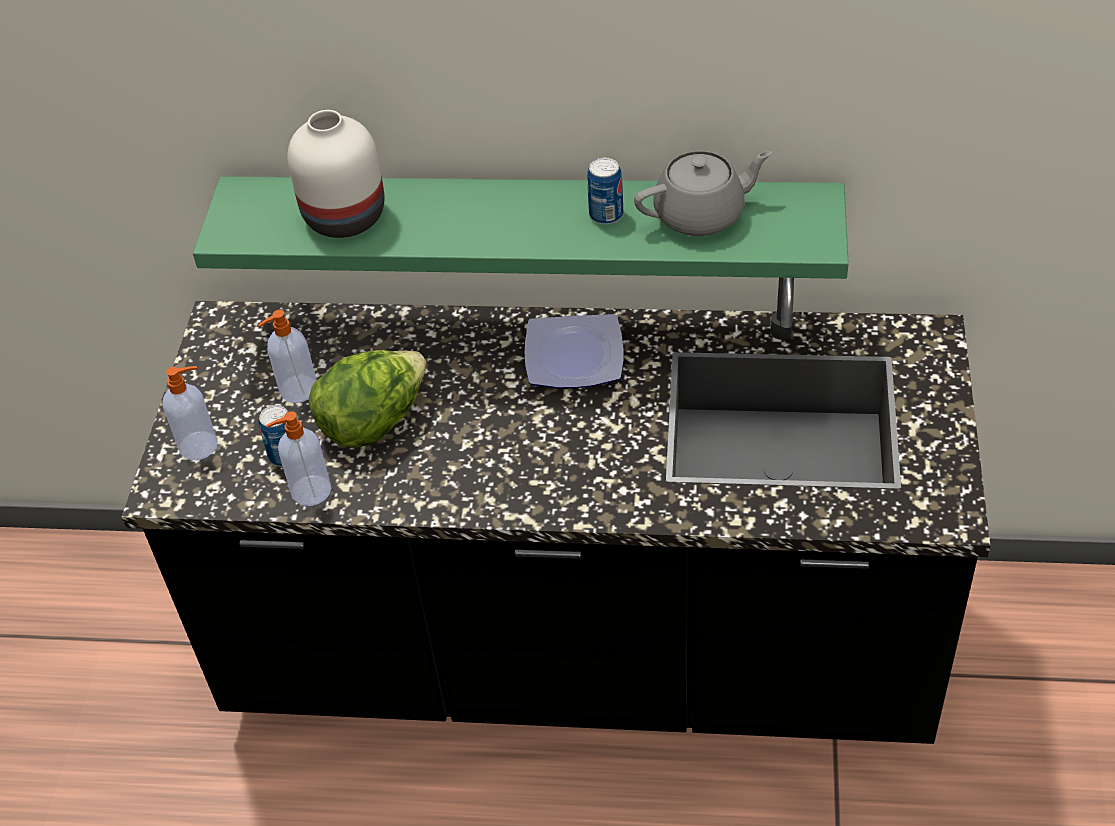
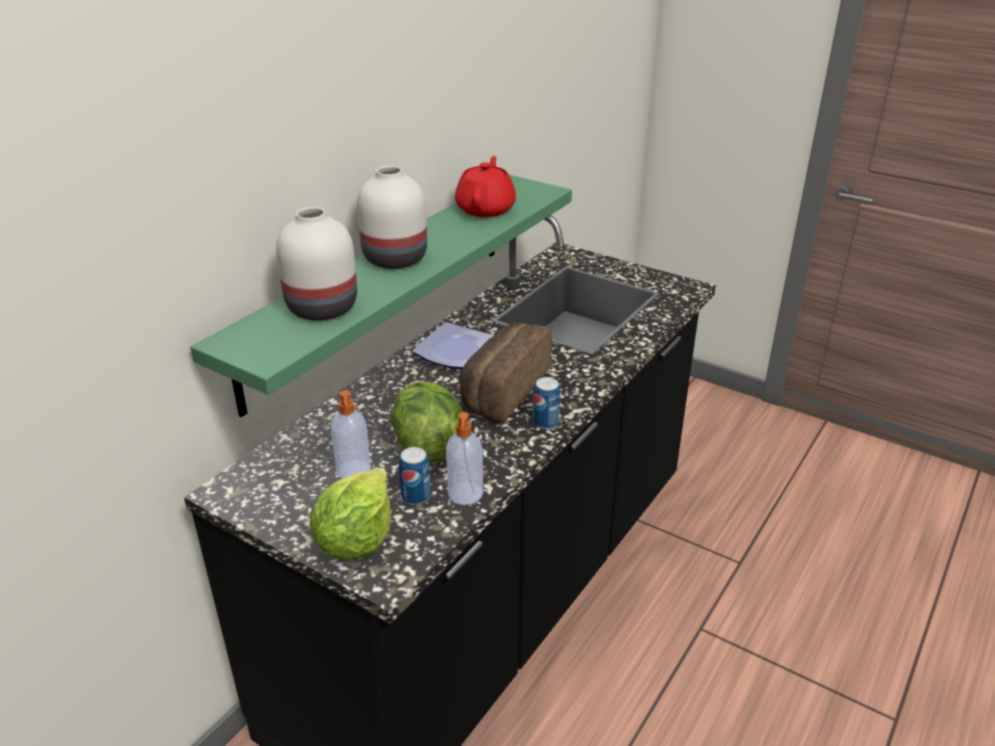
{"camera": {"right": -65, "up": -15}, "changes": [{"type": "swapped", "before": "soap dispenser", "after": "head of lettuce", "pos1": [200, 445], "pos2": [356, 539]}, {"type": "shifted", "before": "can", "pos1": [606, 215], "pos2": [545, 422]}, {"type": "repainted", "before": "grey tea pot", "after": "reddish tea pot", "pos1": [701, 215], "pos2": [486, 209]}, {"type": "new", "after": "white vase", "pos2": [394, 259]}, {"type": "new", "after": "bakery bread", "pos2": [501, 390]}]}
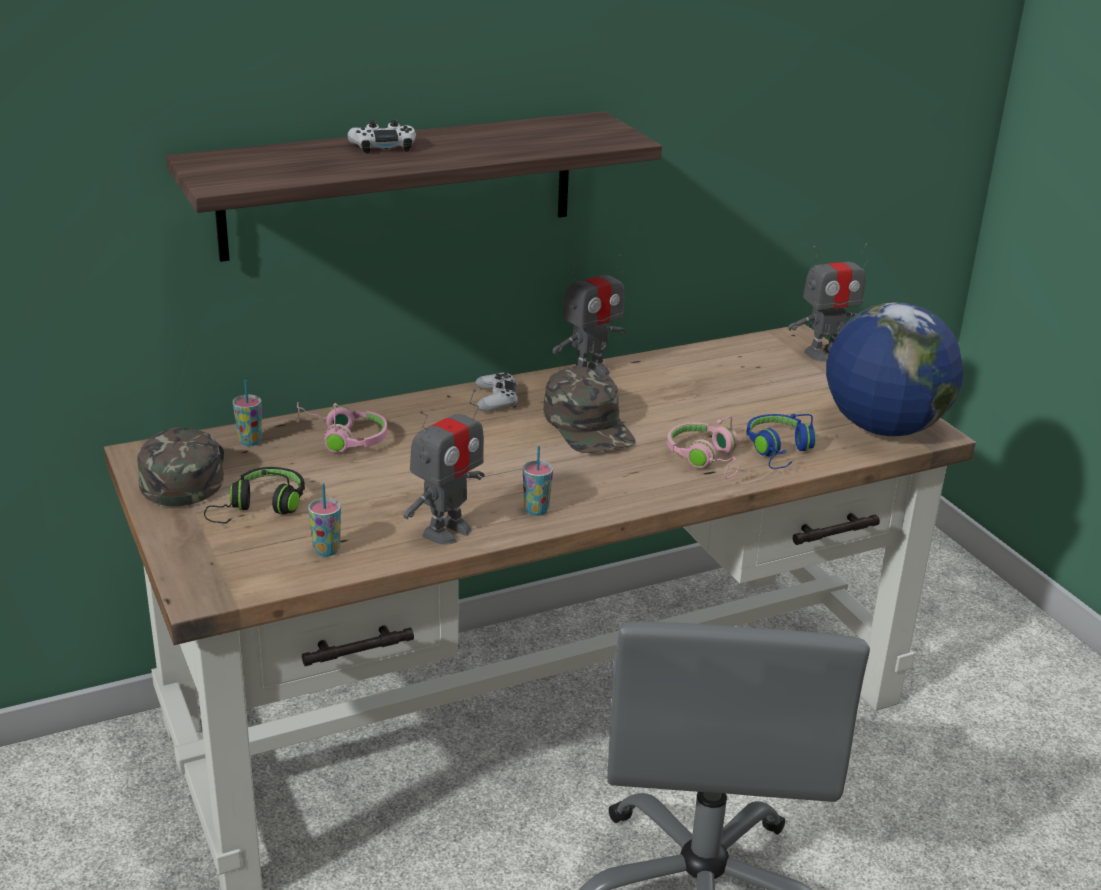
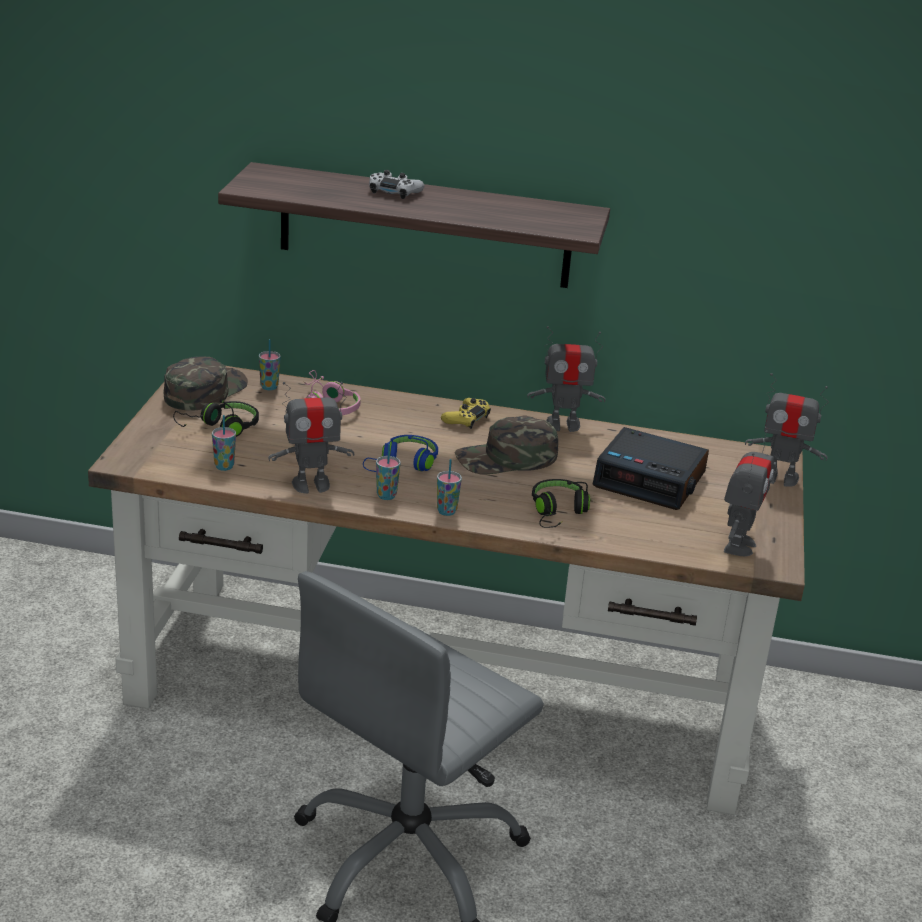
{"camera": {"right": 35, "up": 0}, "changes": [{"type": "repainted", "before": "white joypad", "after": "yellow joypad", "pos1": [496, 400], "pos2": [466, 419]}, {"type": "rotated", "before": "greenish baseball cap", "pos1": [589, 425], "pos2": [506, 458], "turn": 60}, {"type": "repainted", "before": "pink-coloured pair of headphones", "after": "black-coloured pair of headphones", "pos1": [707, 459], "pos2": [558, 512]}, {"type": "shifted", "before": "blue-coloured pair of headphones", "pos1": [779, 451], "pos2": [403, 465]}, {"type": "swapped", "before": "world globe", "after": "robot figure", "pos1": [883, 428], "pos2": [738, 545]}, {"type": "new", "after": "drinking cup", "pos2": [446, 511]}, {"type": "new", "after": "bedside clock", "pos2": [651, 480]}]}
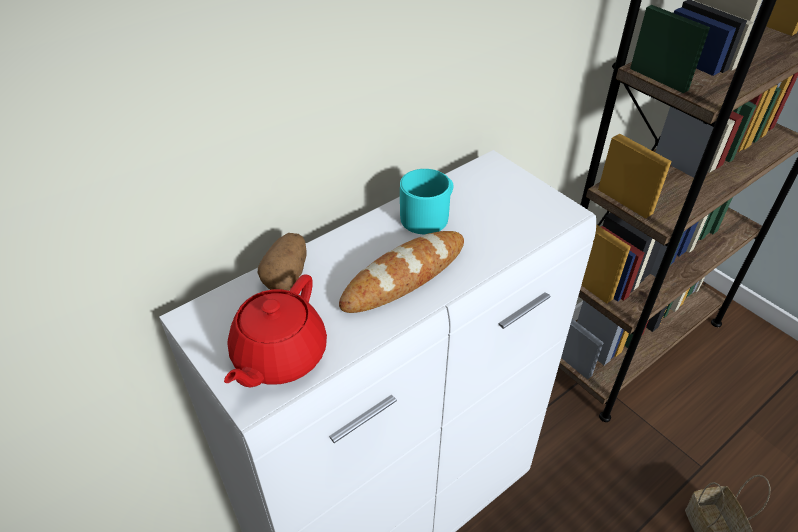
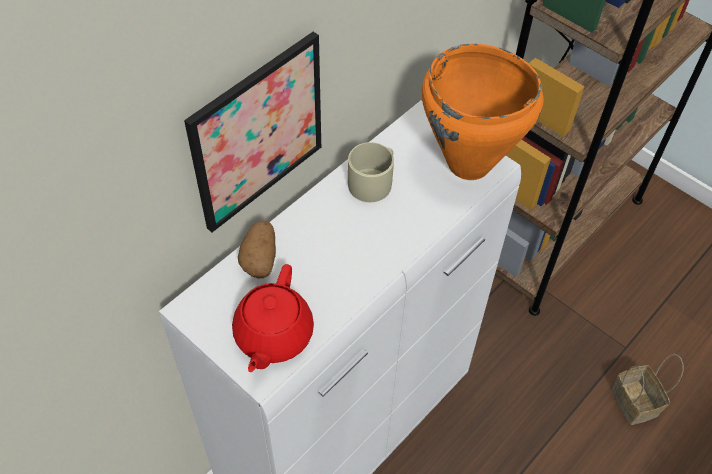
{"camera": {"right": -10, "up": 10}, "changes": [{"type": "gone", "before": "bakery bread", "pos1": [404, 276]}, {"type": "repainted", "before": "turquoise-coloured mug", "after": "beige mug", "pos1": [429, 215], "pos2": [373, 181]}, {"type": "new", "after": "wall art", "pos2": [258, 133]}, {"type": "new", "after": "orange cooking pot", "pos2": [469, 165]}]}
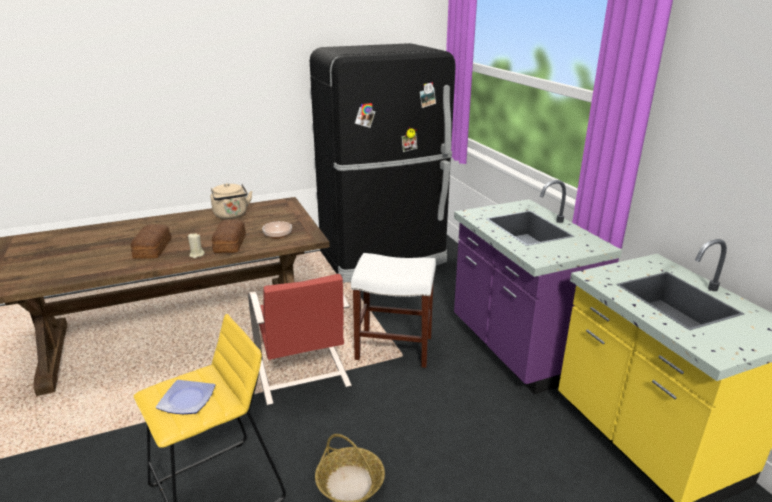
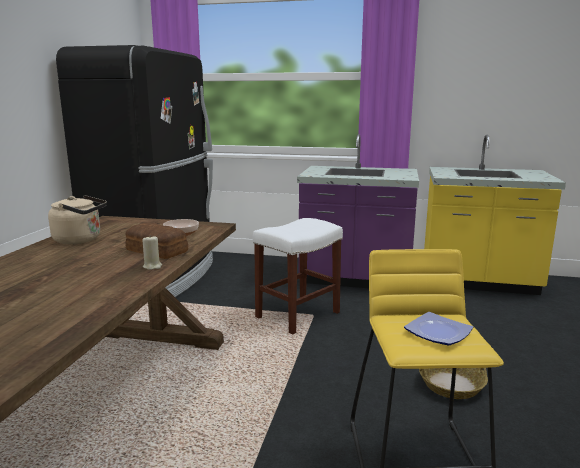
{"camera": {"right": -55, "up": -10}, "changes": [{"type": "gone", "before": "bakery bread", "pos1": [151, 249]}, {"type": "gone", "before": "reddish chair", "pos1": [302, 375]}]}
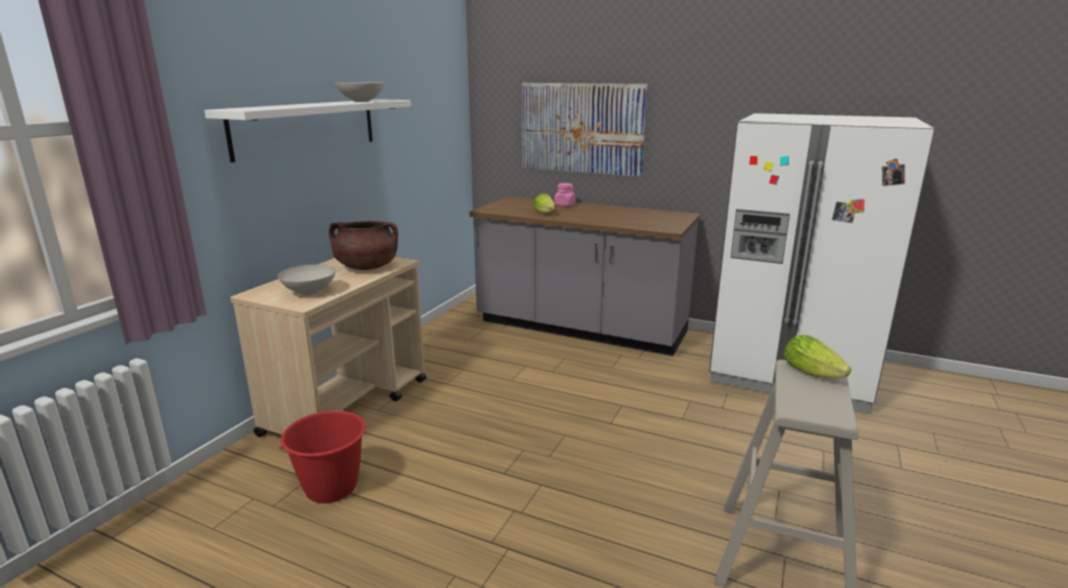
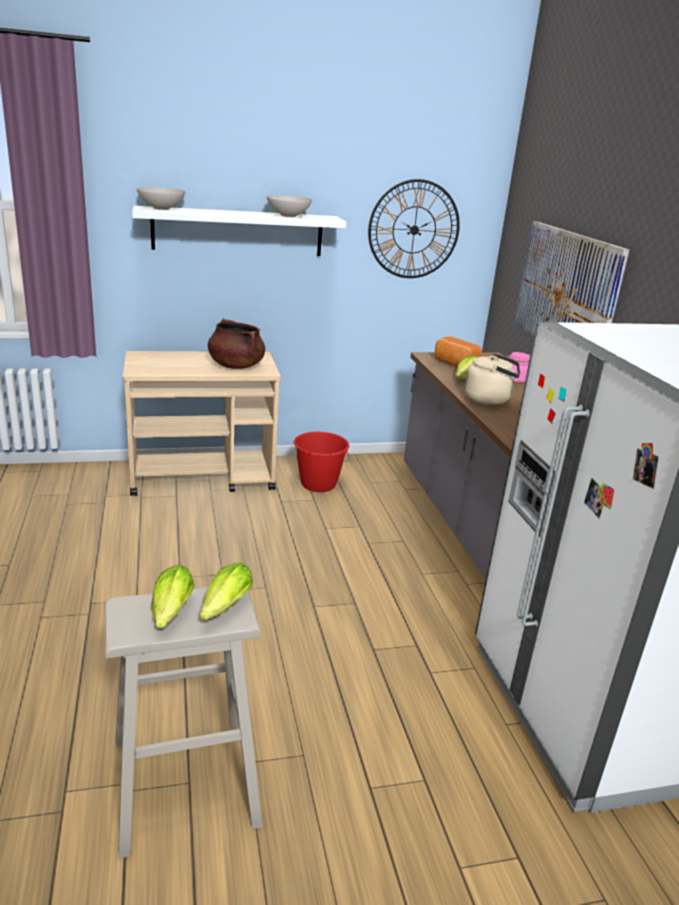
{"camera": {"right": 50, "up": 5}, "changes": [{"type": "shifted", "before": "white bowl", "pos1": [310, 292], "pos2": [161, 209]}, {"type": "shifted", "before": "reddish bucket", "pos1": [331, 488], "pos2": [318, 484]}, {"type": "new", "after": "head of lettuce", "pos2": [170, 614]}, {"type": "new", "after": "clock on the wall", "pos2": [414, 230]}, {"type": "new", "after": "bakery bread", "pos2": [454, 364]}, {"type": "new", "after": "beige kettle", "pos2": [489, 399]}]}
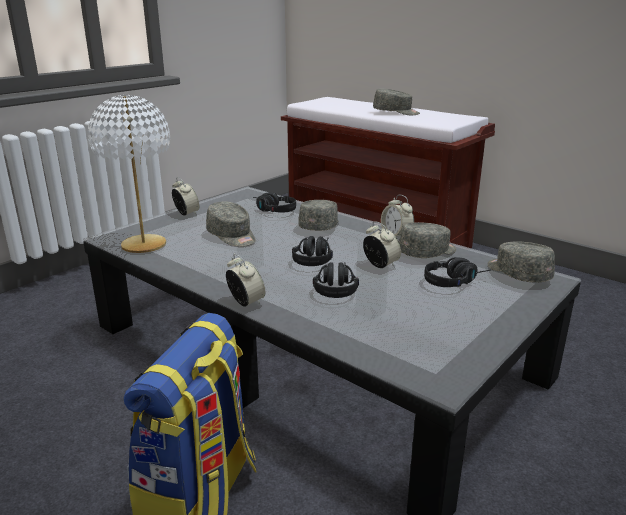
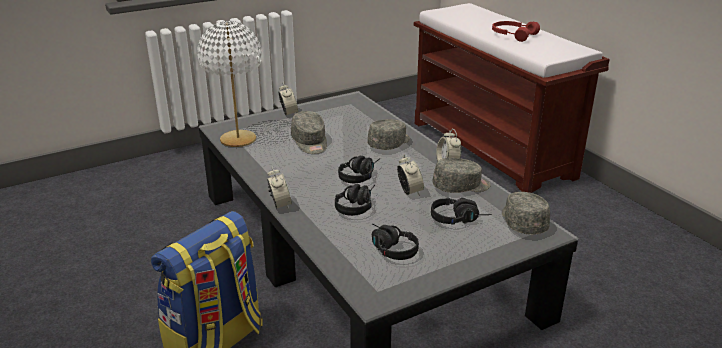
{"camera": {"right": 20, "up": 5}, "changes": [{"type": "shifted", "before": "black-coloured pair of headphones", "pos1": [272, 210], "pos2": [389, 248]}, {"type": "swapped", "before": "grey baseball cap", "after": "reddish pair of headphones", "pos1": [396, 112], "pos2": [513, 35]}]}
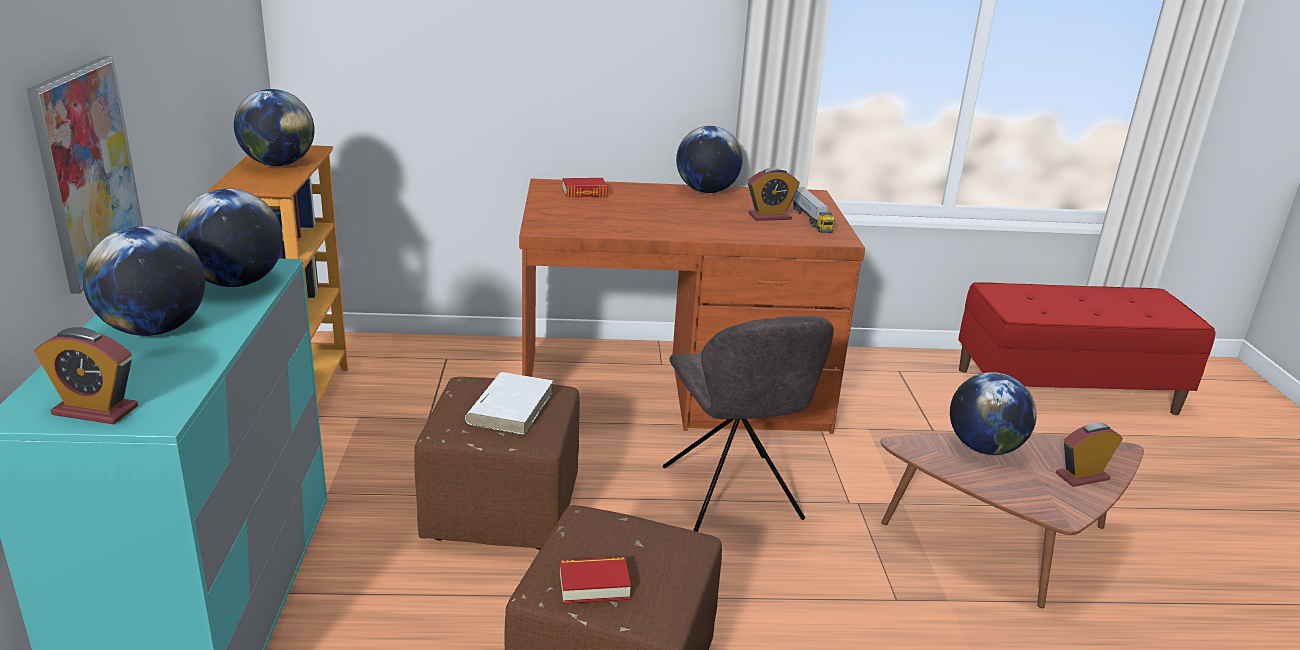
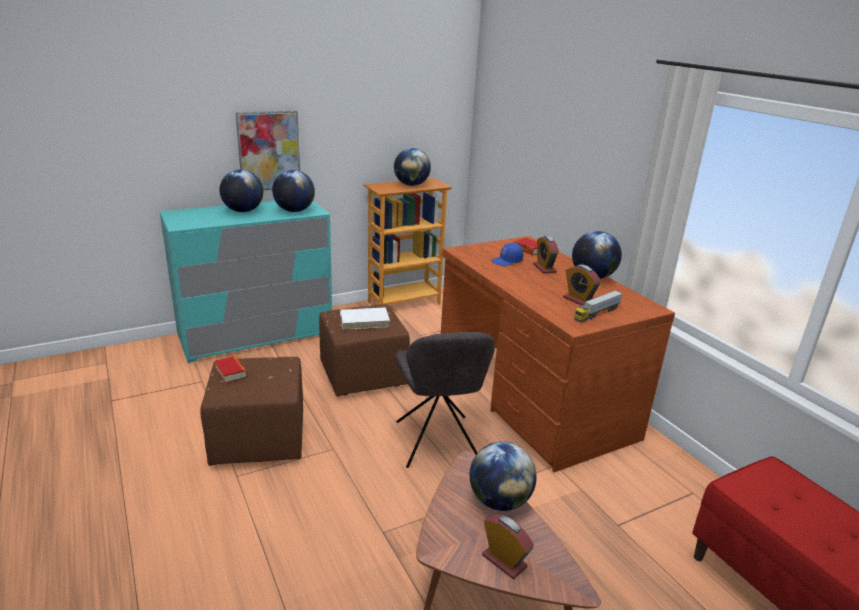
{"camera": {"right": 65, "up": 0}, "changes": [{"type": "shifted", "before": "bedside clock", "pos1": [95, 410], "pos2": [544, 268]}, {"type": "rotated", "before": "grey chair", "pos1": [732, 496], "pos2": [437, 444], "turn": -60}, {"type": "new", "after": "blue-coloured baseball cap", "pos2": [507, 261]}]}
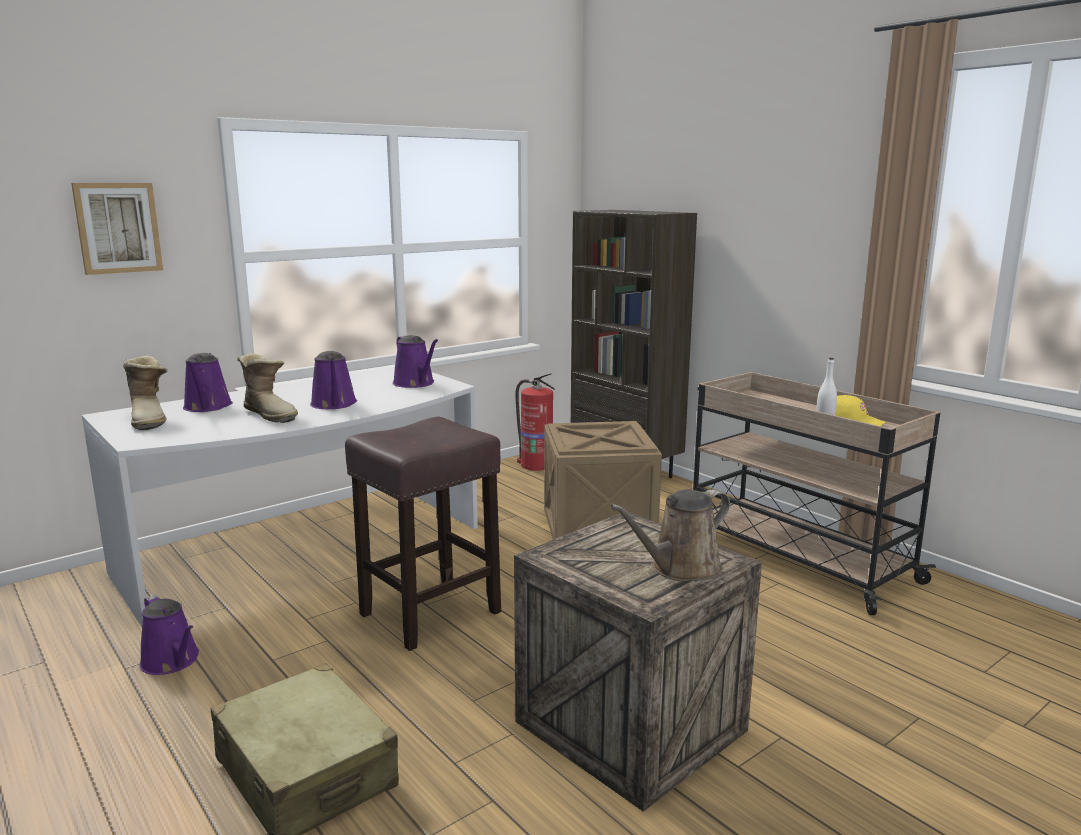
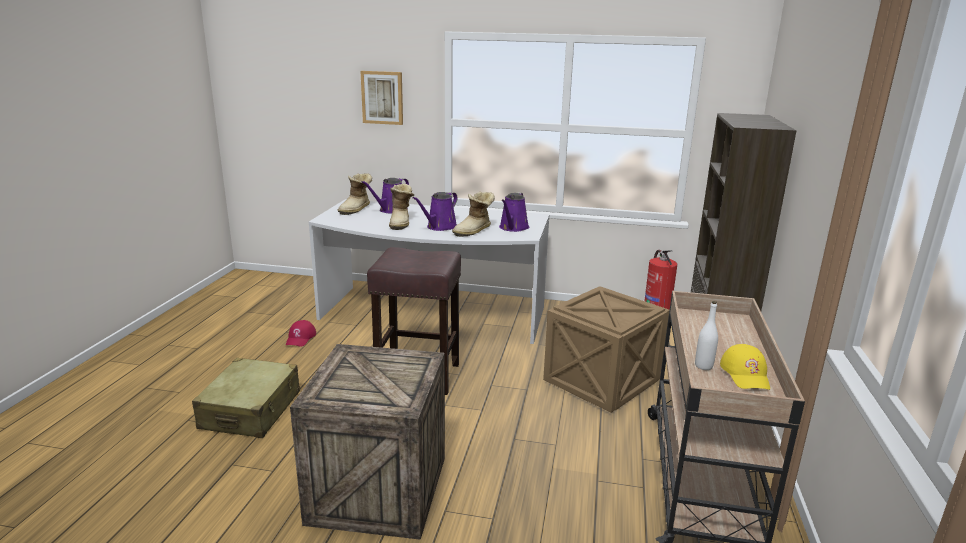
{"camera": {"right": 50, "up": 5}, "changes": [{"type": "swapped", "before": "purple-coloured watering pot", "after": "reddish baseball cap", "pos1": [172, 661], "pos2": [301, 338]}, {"type": "gone", "before": "brownish watering pot", "pos1": [680, 569]}, {"type": "new", "after": "tall boot", "pos2": [474, 231]}]}
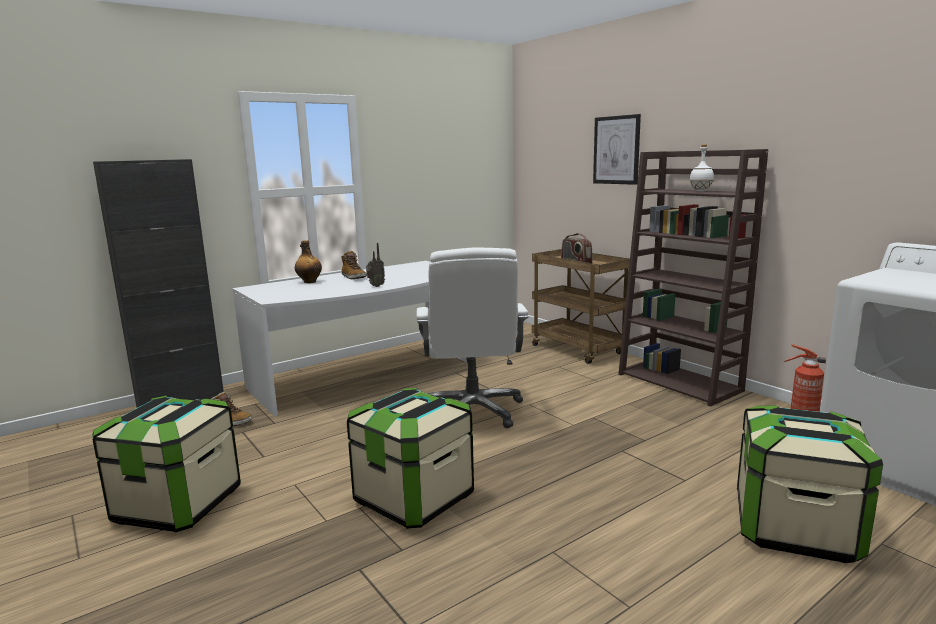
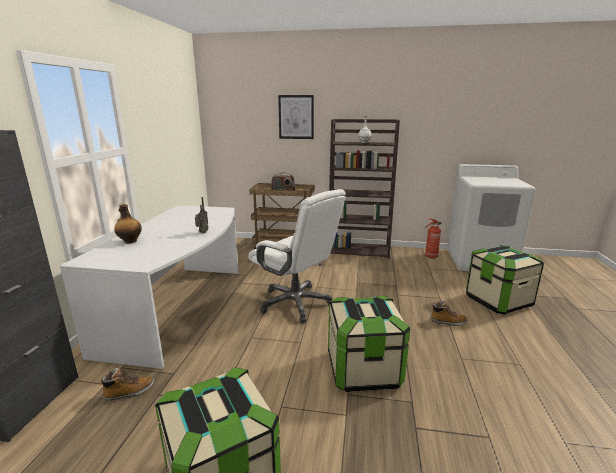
{"camera": {"right": -45, "up": 5}, "changes": [{"type": "shifted", "before": "tall boot", "pos1": [353, 277], "pos2": [447, 322]}]}
